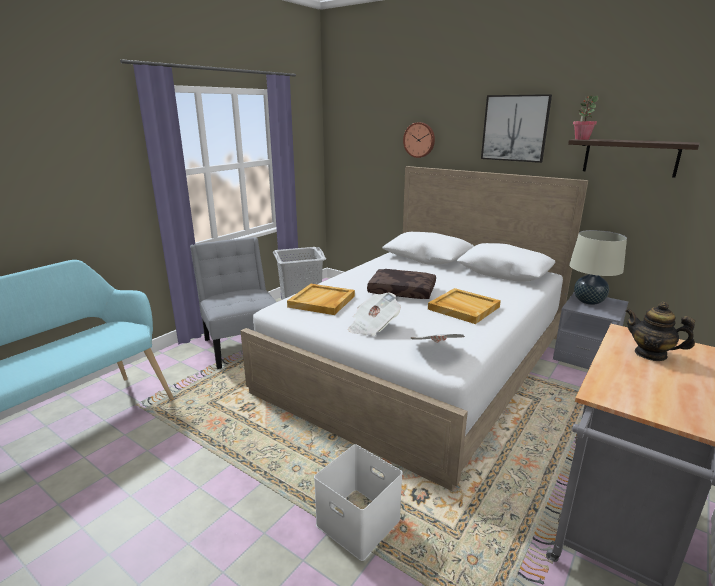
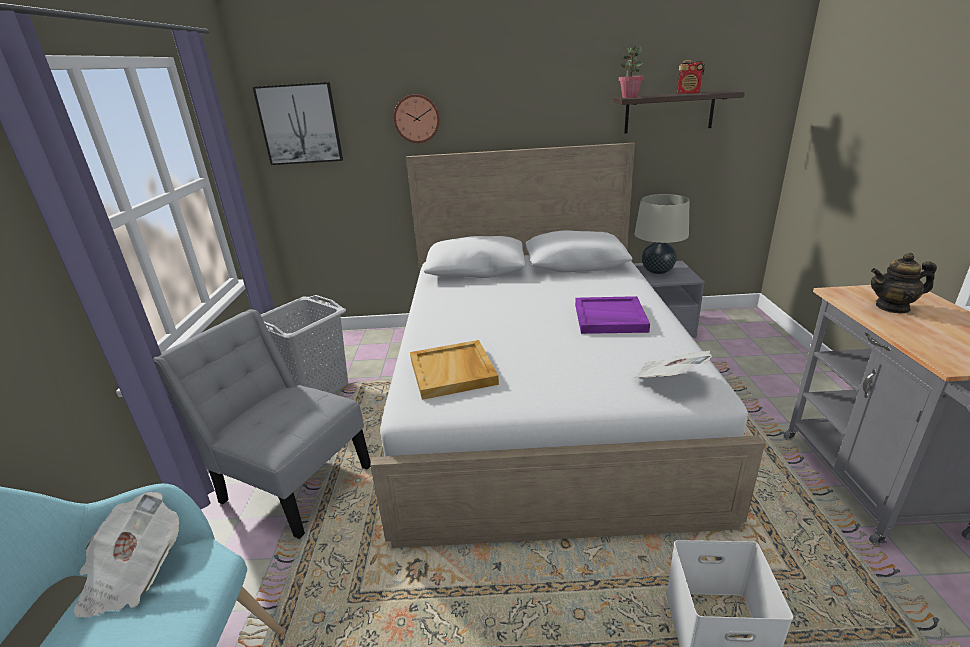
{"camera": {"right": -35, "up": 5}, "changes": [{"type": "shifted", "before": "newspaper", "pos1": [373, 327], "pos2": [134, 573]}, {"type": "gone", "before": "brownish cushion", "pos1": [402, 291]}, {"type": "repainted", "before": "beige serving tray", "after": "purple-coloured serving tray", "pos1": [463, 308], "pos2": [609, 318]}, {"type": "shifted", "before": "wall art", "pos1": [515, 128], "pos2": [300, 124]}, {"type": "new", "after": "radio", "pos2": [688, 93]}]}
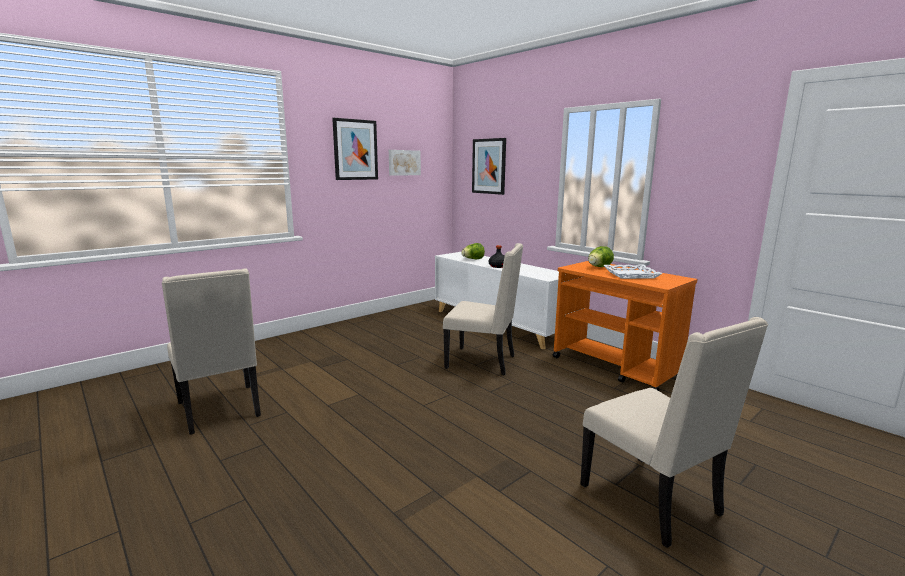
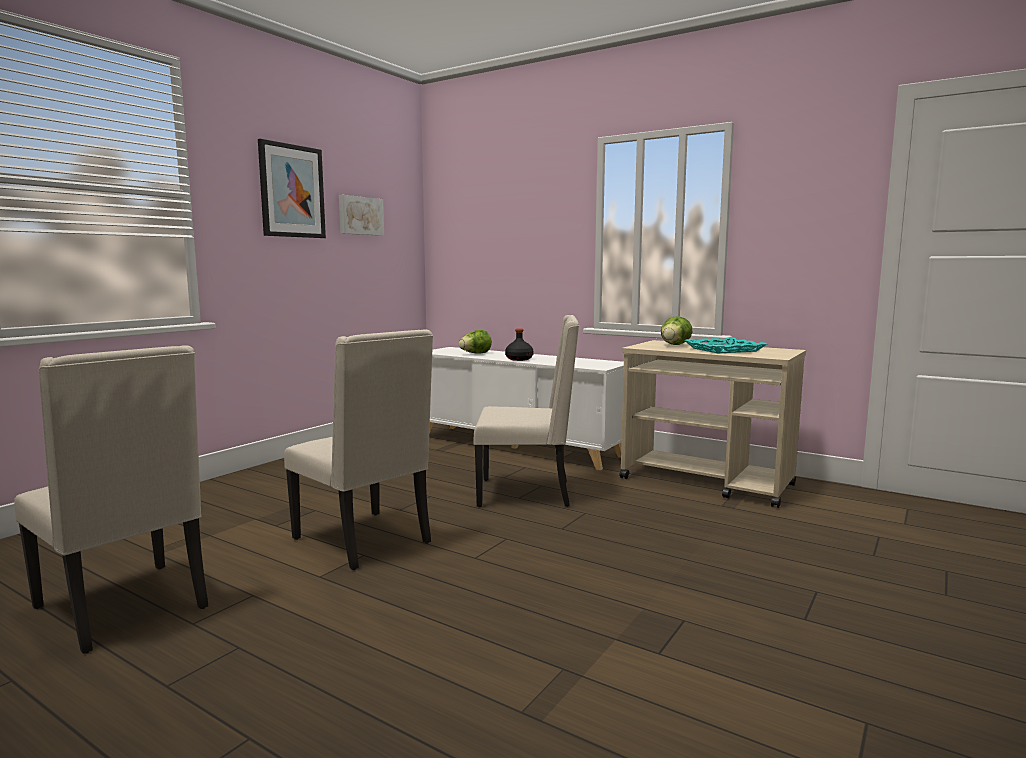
{"camera": {"right": -15, "up": -5}, "changes": [{"type": "gone", "before": "wall art", "pos1": [489, 166]}, {"type": "repainted", "before": "orange trolley", "after": "beige trolley", "pos1": [615, 367], "pos2": [707, 482]}, {"type": "shifted", "before": "beige chair", "pos1": [653, 500], "pos2": [365, 541]}, {"type": "repainted", "before": "white serving tray", "after": "turquoise-coloured serving tray", "pos1": [631, 275], "pos2": [724, 350]}]}
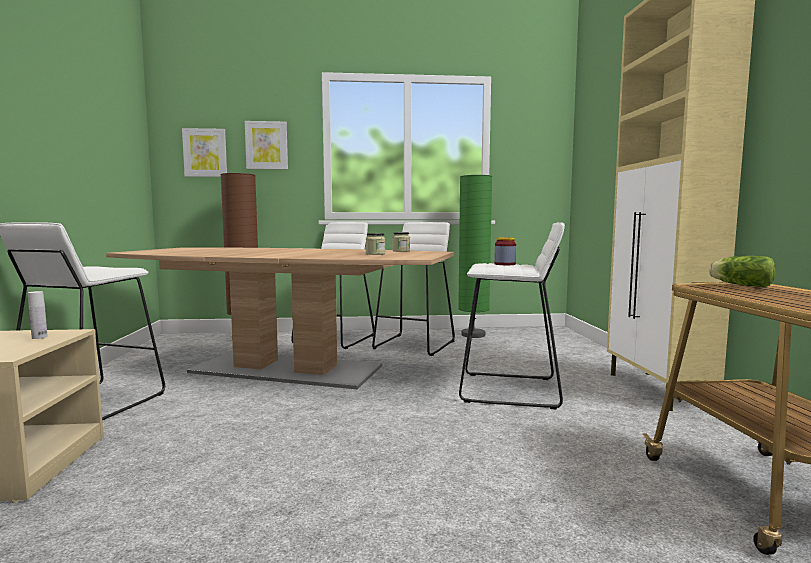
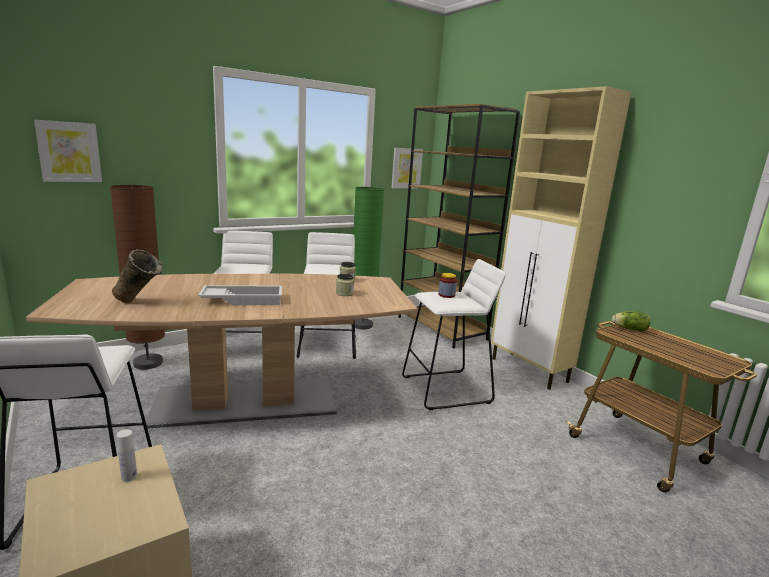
{"camera": {"right": -30, "up": 10}, "changes": [{"type": "shifted", "before": "wall art", "pos1": [266, 145], "pos2": [406, 168]}, {"type": "new", "after": "beige vase", "pos2": [140, 303]}, {"type": "new", "after": "white serving tray", "pos2": [243, 300]}, {"type": "new", "after": "brownish bookshelf", "pos2": [442, 328]}]}
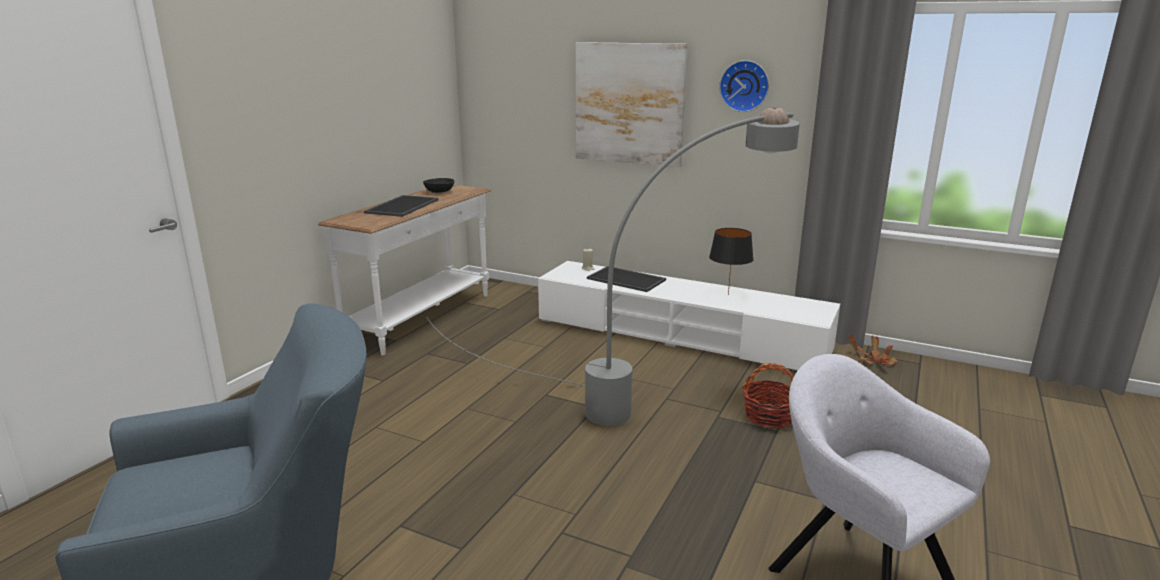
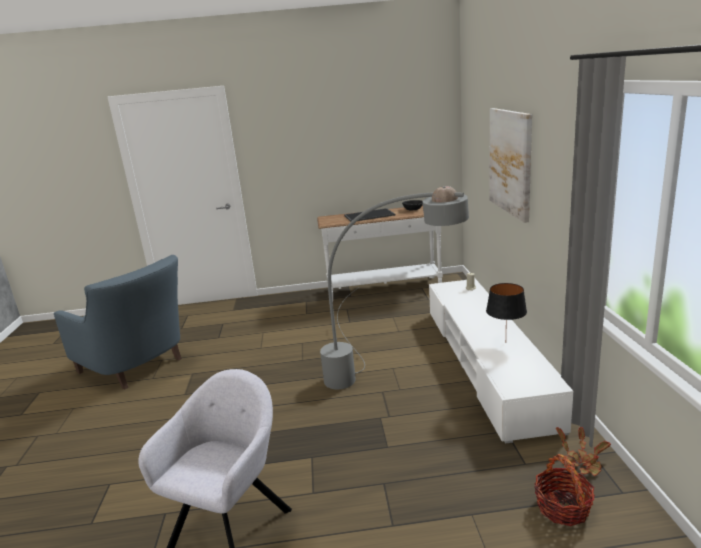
{"camera": {"right": 60, "up": 0}, "changes": [{"type": "gone", "before": "serving tray", "pos1": [627, 279]}, {"type": "gone", "before": "clock on the wall", "pos1": [744, 86]}, {"type": "shifted", "before": "storage basket", "pos1": [769, 416], "pos2": [563, 508]}]}
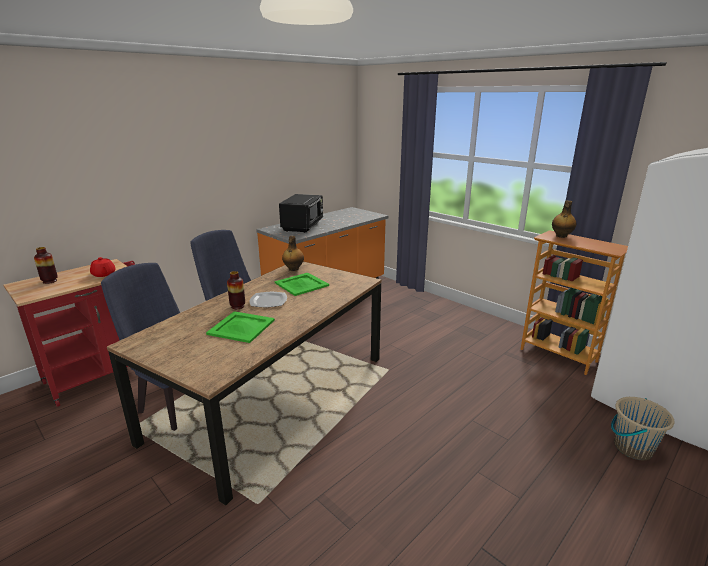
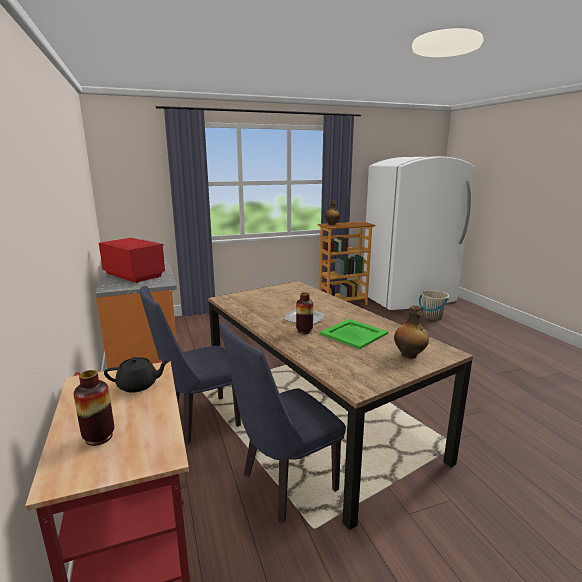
{"camera": {"right": -65, "up": -5}, "changes": [{"type": "repainted", "before": "reddish tea pot", "after": "black-coloured tea pot", "pos1": [103, 274], "pos2": [138, 385]}, {"type": "gone", "before": "greenish serving tray", "pos1": [302, 284]}, {"type": "repainted", "before": "black-coloured microwave oven", "after": "reddish microwave oven", "pos1": [303, 226], "pos2": [134, 275]}, {"type": "shifted", "before": "beverage bottle", "pos1": [293, 269], "pos2": [409, 355]}]}
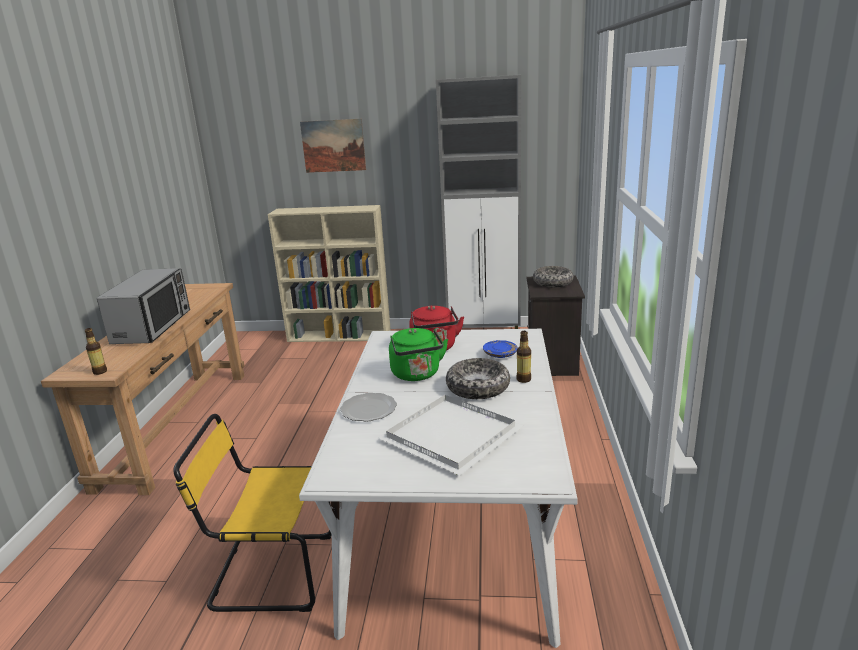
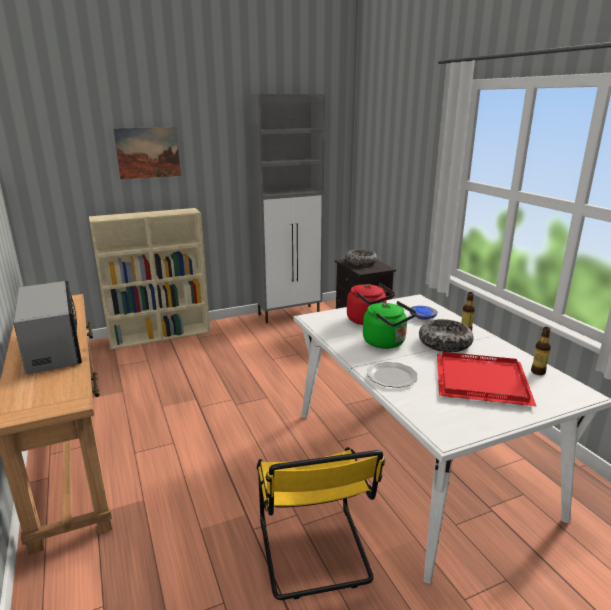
{"camera": {"right": -30, "up": 0}, "changes": [{"type": "shifted", "before": "beverage bottle", "pos1": [100, 372], "pos2": [538, 372]}, {"type": "rotated", "before": "yellow chair", "pos1": [269, 572], "pos2": [315, 553], "turn": -75}, {"type": "repainted", "before": "white serving tray", "after": "reddish serving tray", "pos1": [454, 435], "pos2": [483, 380]}]}
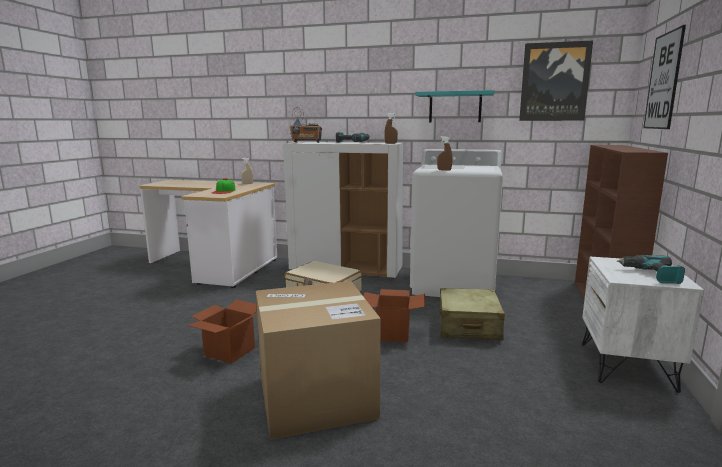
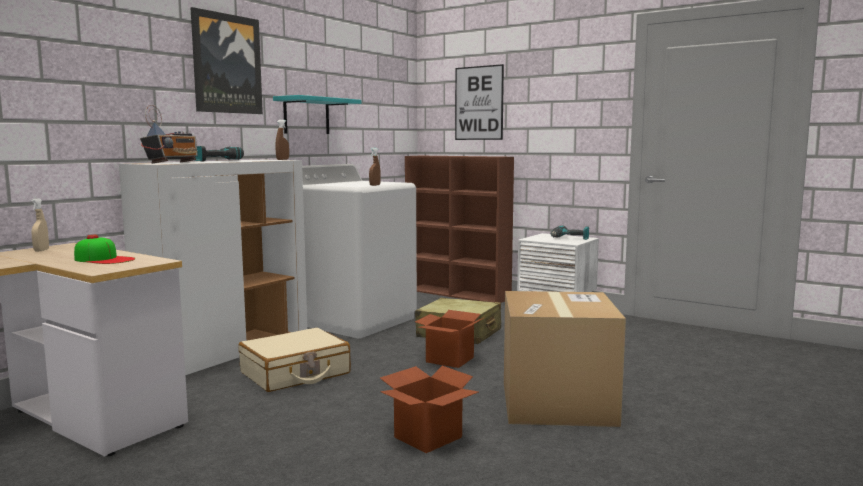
{"camera": {"right": -70, "up": -5}, "changes": [{"type": "shifted", "before": "wall art", "pos1": [554, 82], "pos2": [226, 64]}]}
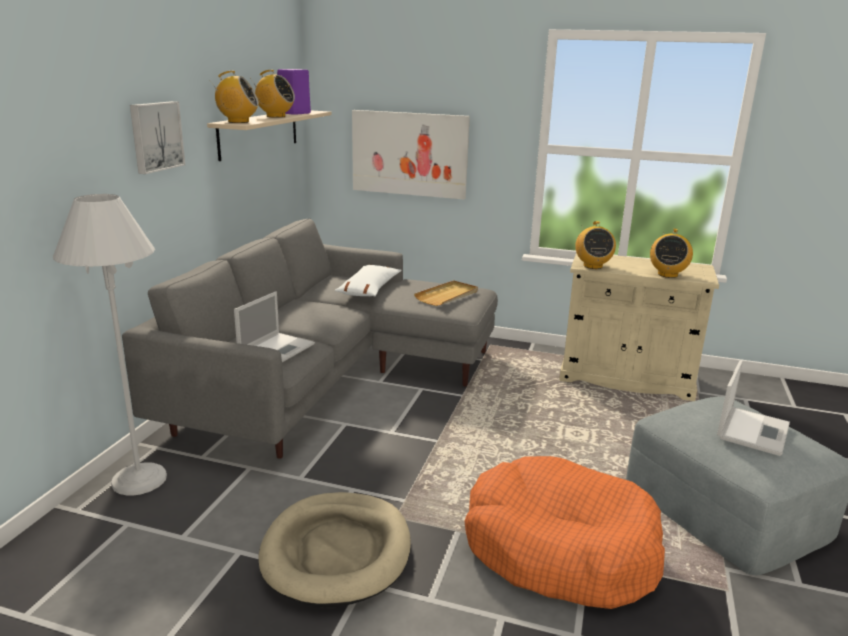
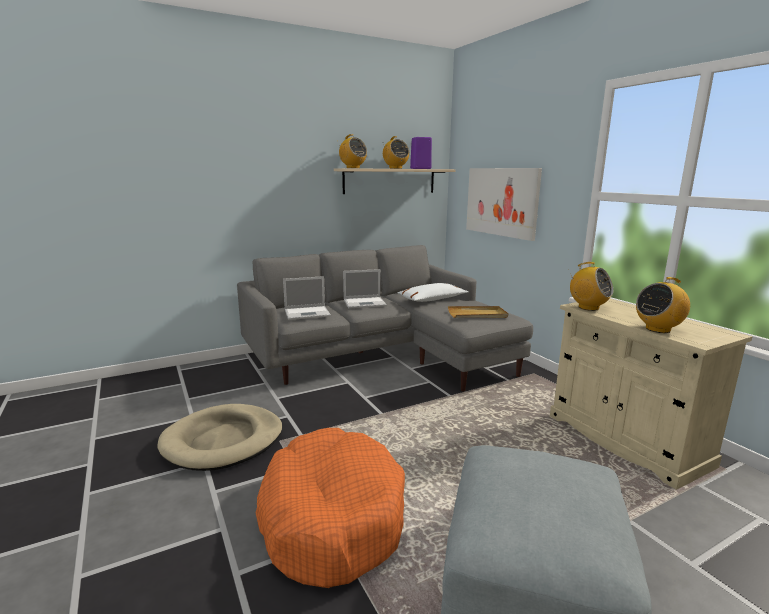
{"camera": {"right": 45, "up": -5}, "changes": [{"type": "gone", "before": "white standing lamp", "pos1": [139, 479]}, {"type": "gone", "before": "wall art", "pos1": [155, 136]}, {"type": "rotated", "before": "radio", "pos1": [592, 266], "pos2": [588, 307], "turn": -90}, {"type": "shifted", "before": "notebook computer", "pos1": [753, 430], "pos2": [365, 303]}]}
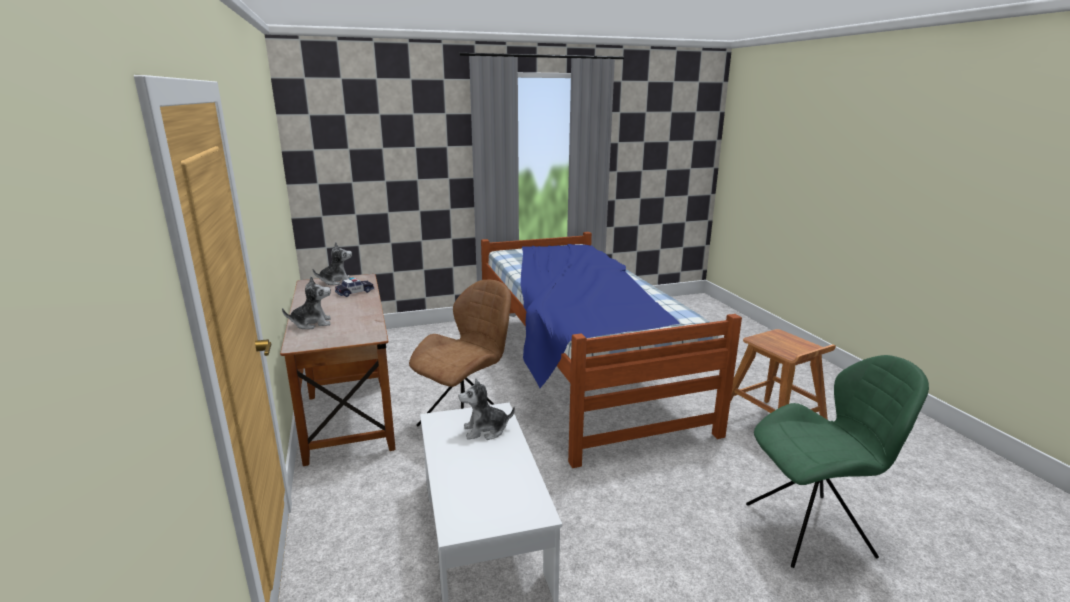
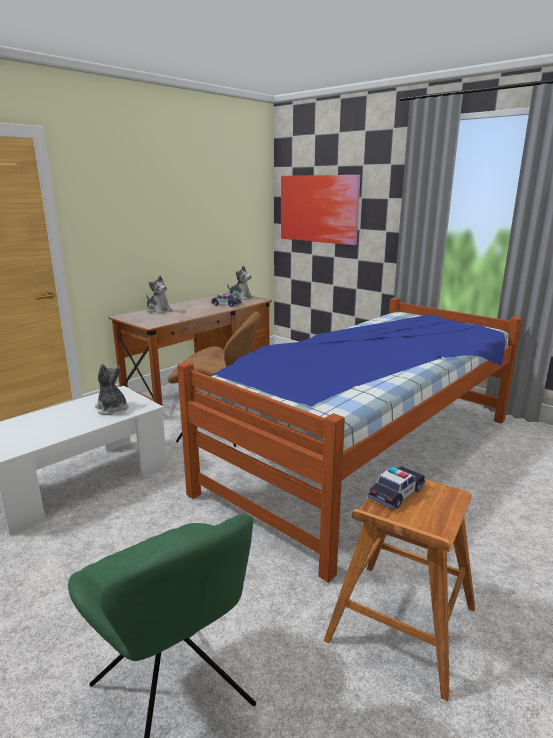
{"camera": {"right": 60, "up": 0}, "changes": [{"type": "new", "after": "wall art", "pos2": [319, 209]}, {"type": "new", "after": "model car", "pos2": [396, 493]}]}
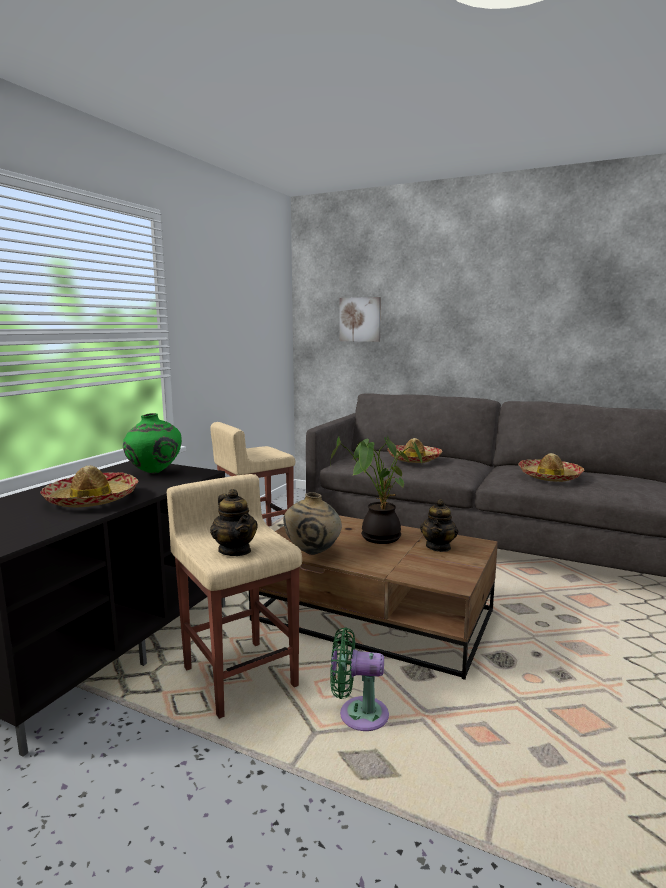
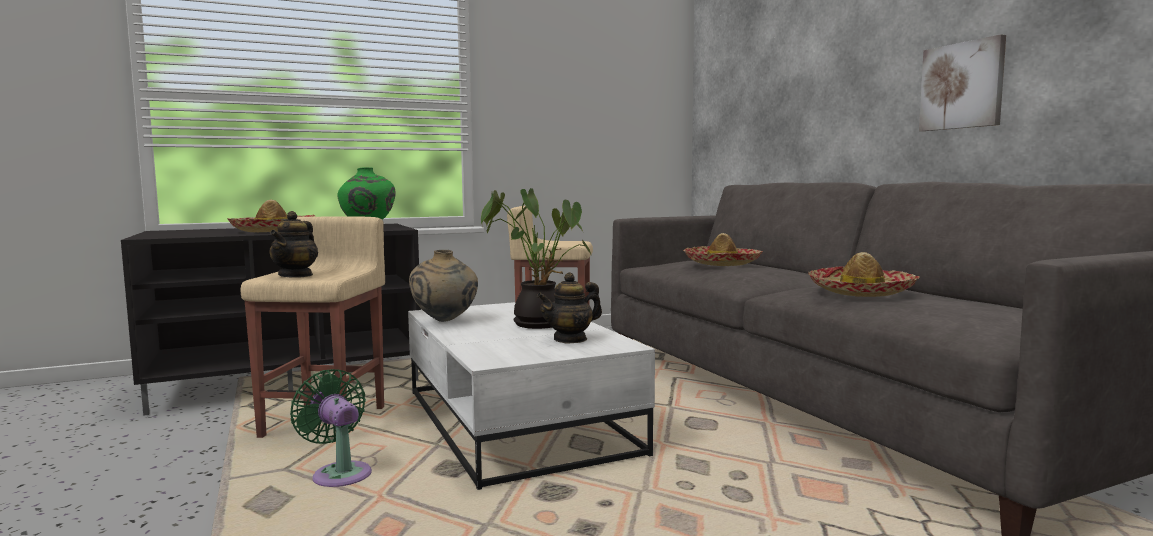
{"camera": {"right": 40, "up": -5}, "changes": [{"type": "repainted", "before": "brownish low table", "after": "white low table", "pos1": [374, 616], "pos2": [518, 422]}, {"type": "shifted", "before": "wall art", "pos1": [360, 319], "pos2": [962, 86]}]}
